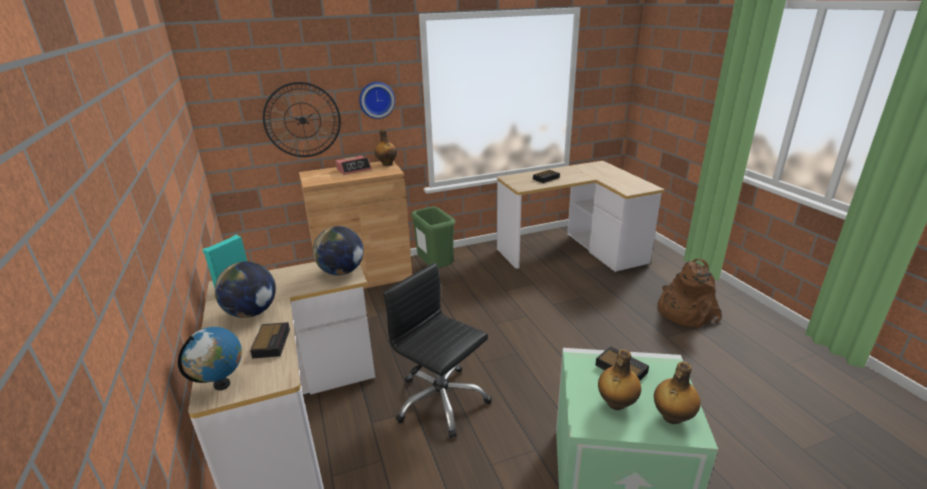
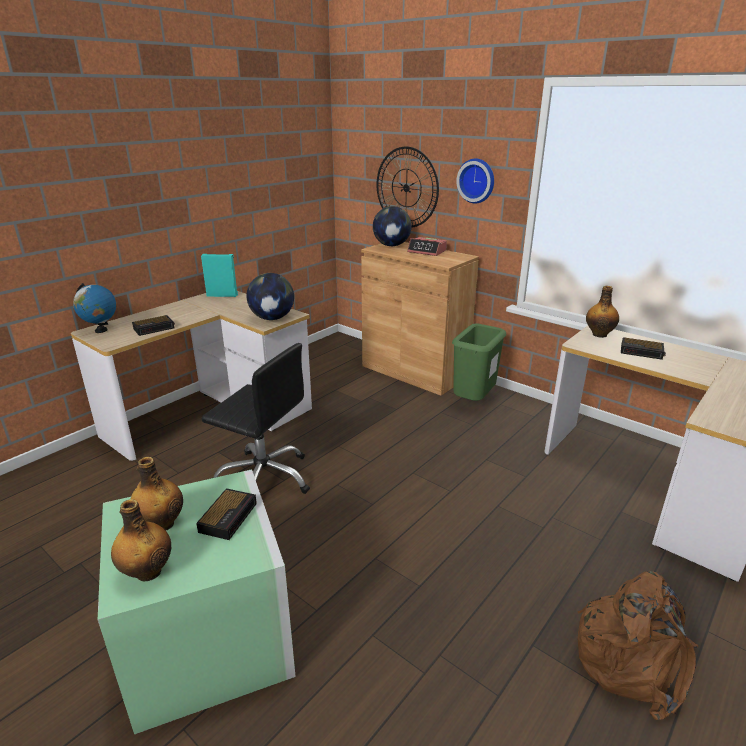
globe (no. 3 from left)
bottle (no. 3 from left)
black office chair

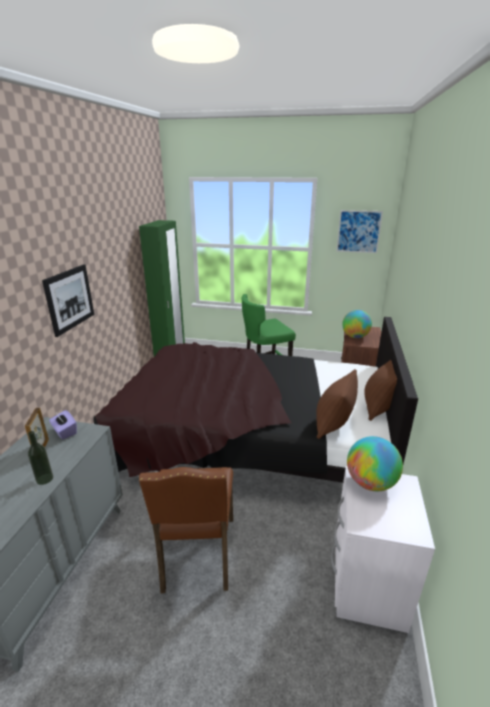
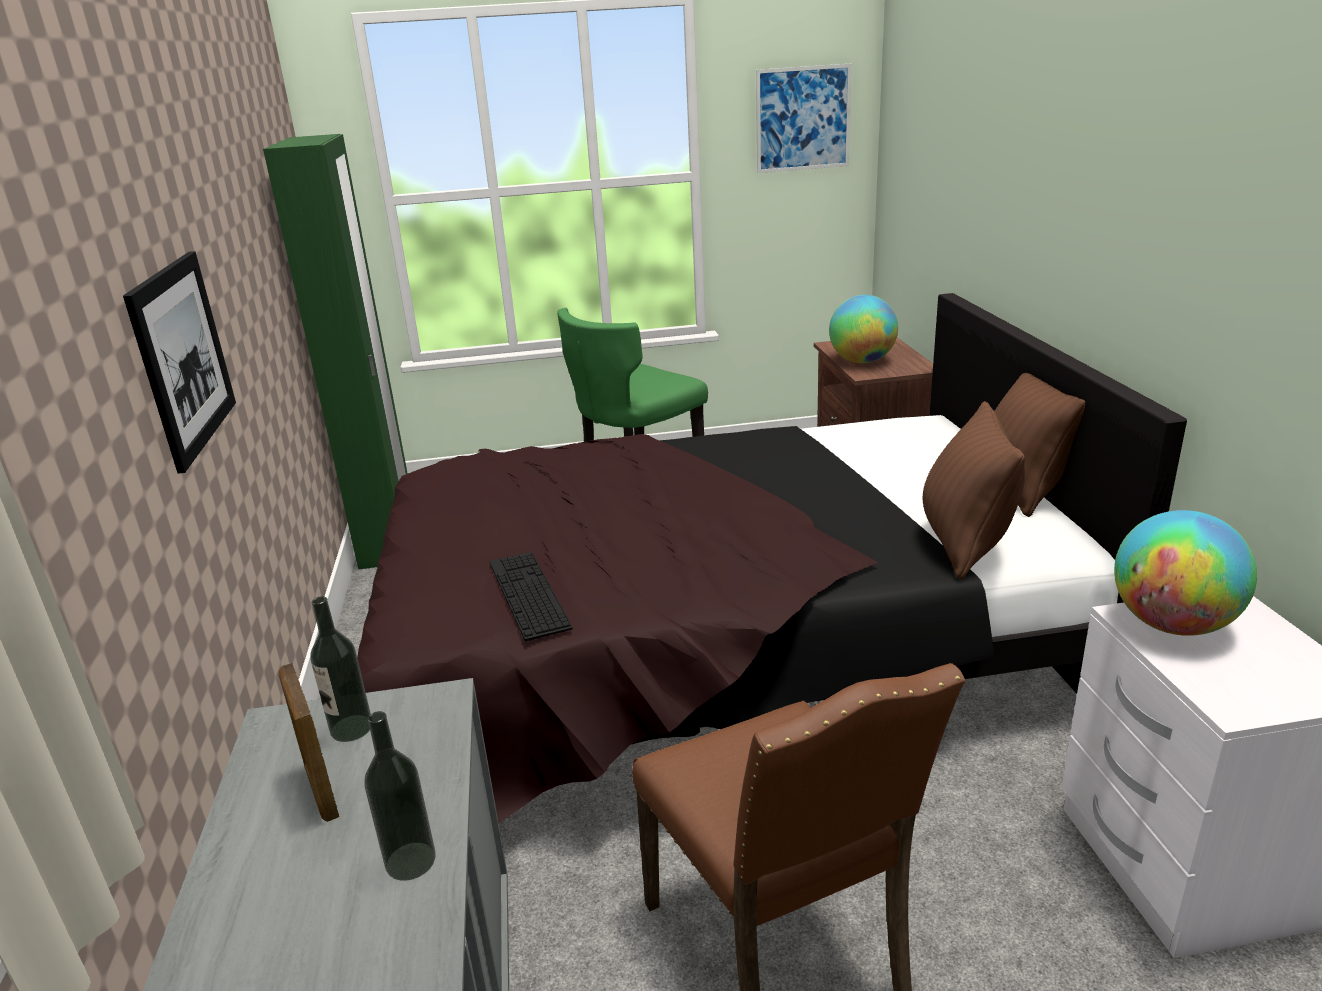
keyboard
bottle (no. 1 from left)

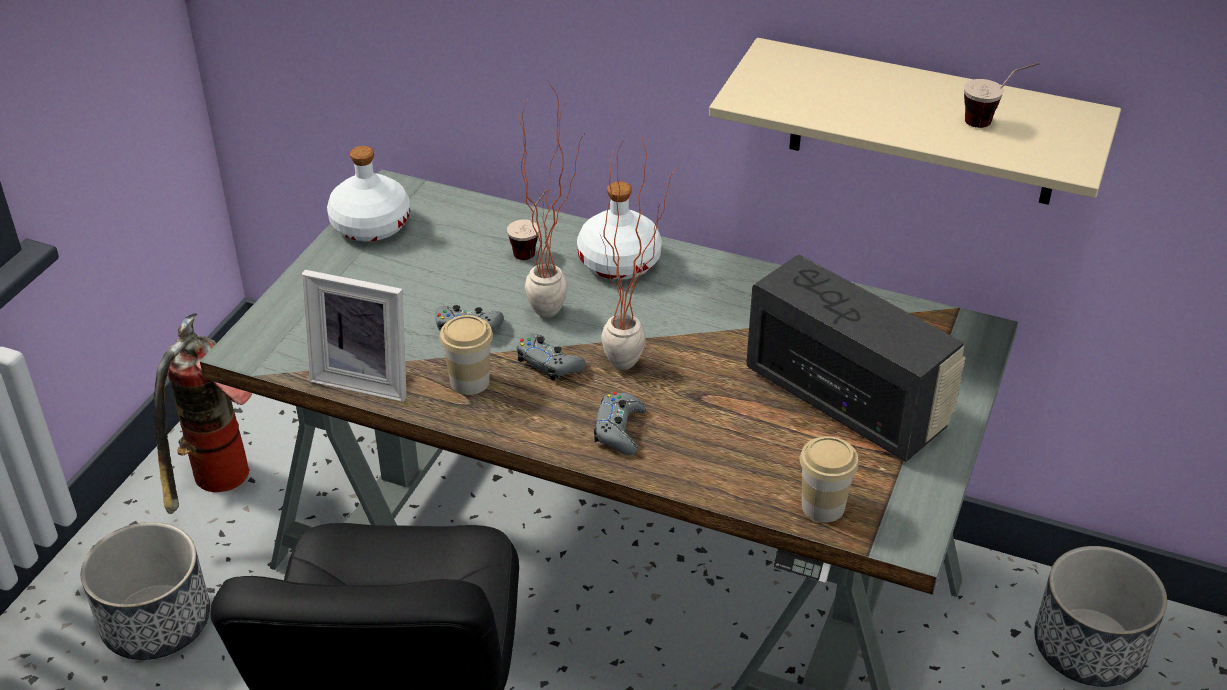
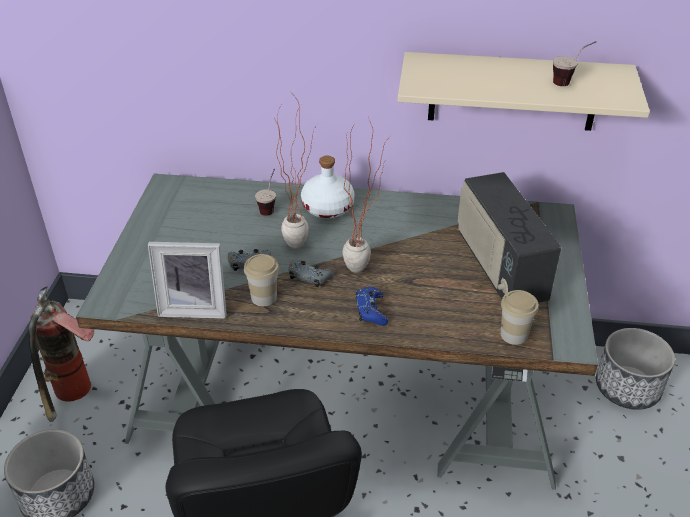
white bottle (no. 1 from left in the first image)
blue game controller
radio

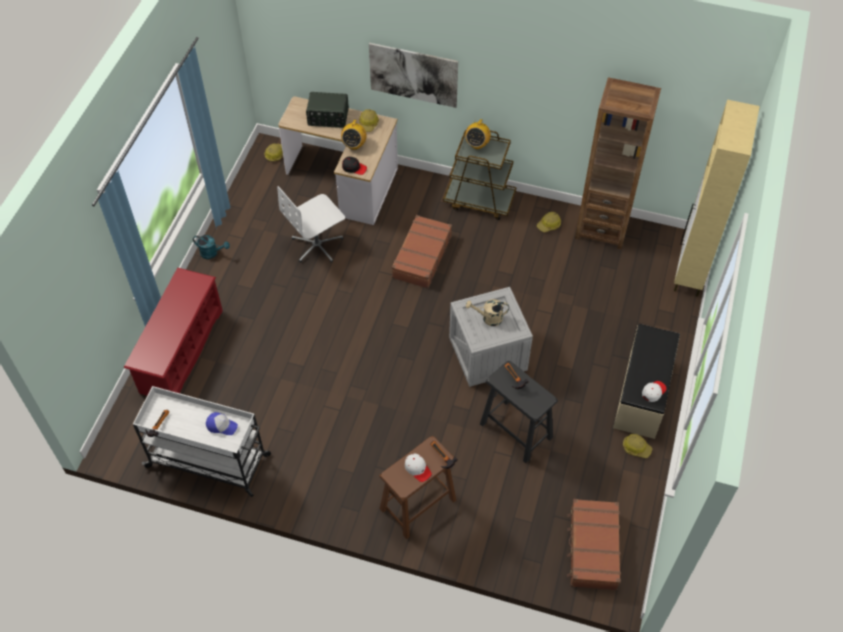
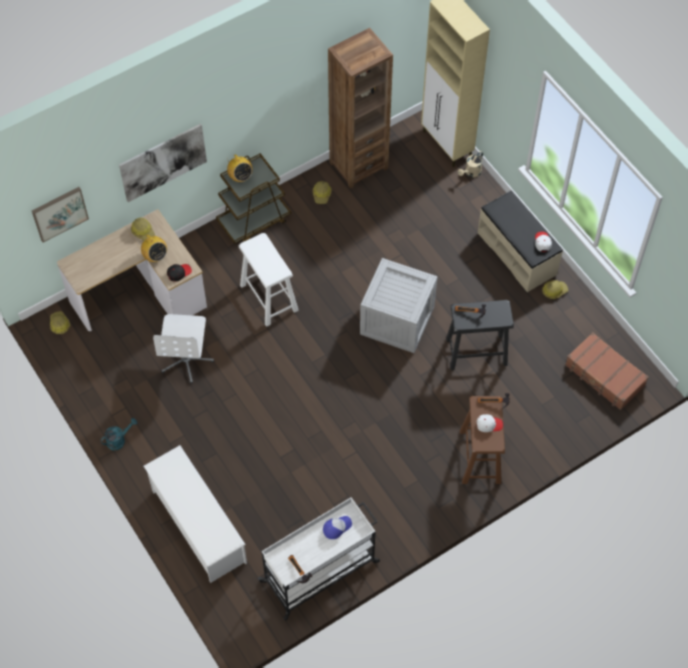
radio (no. 1 from left in the first image)
picture (no. 1 from left)
beige watering can
white stool
white shoe rack

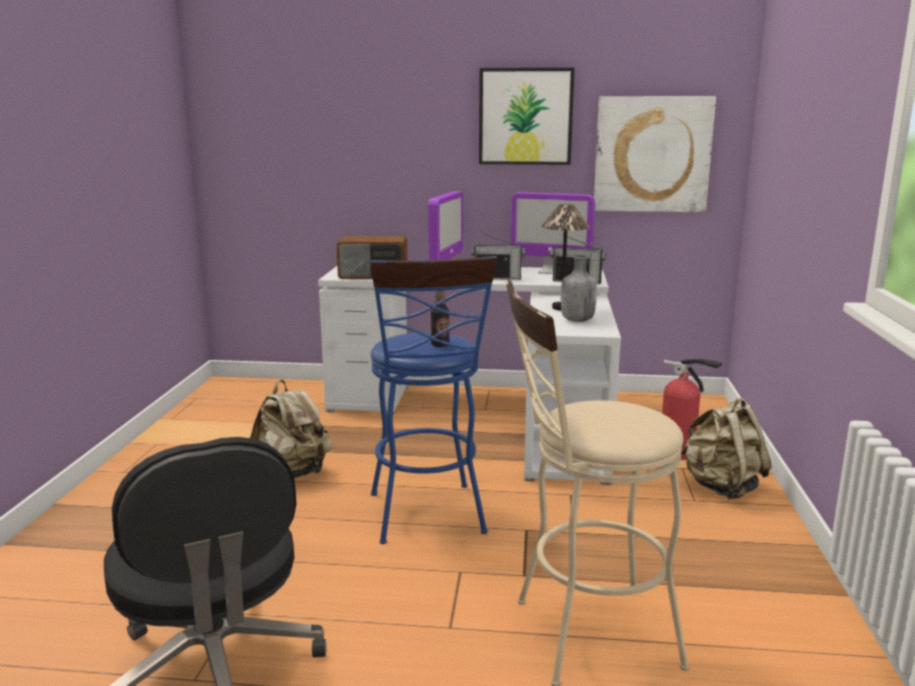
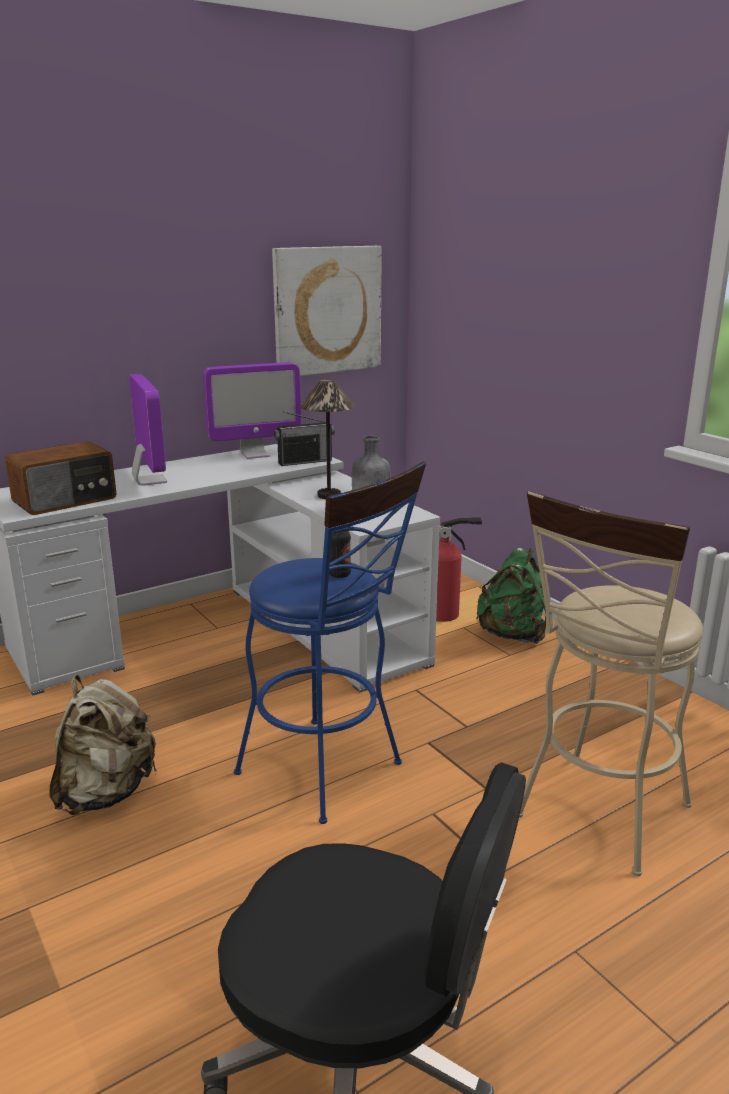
radio (no. 2 from left in the first image)
picture (no. 1 from left in the first image)
green backpack

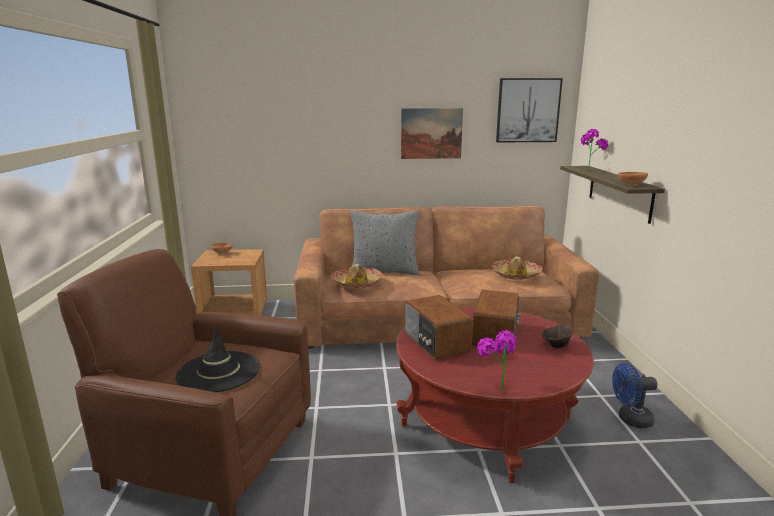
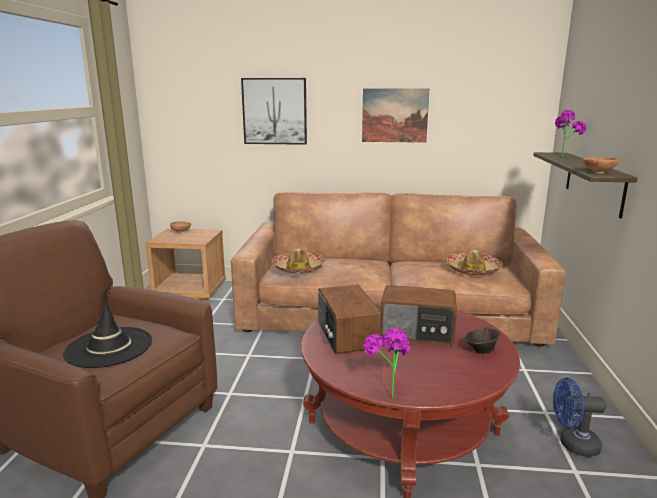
grey pillow
picture (no. 1 from left)
radio (no. 2 from left)

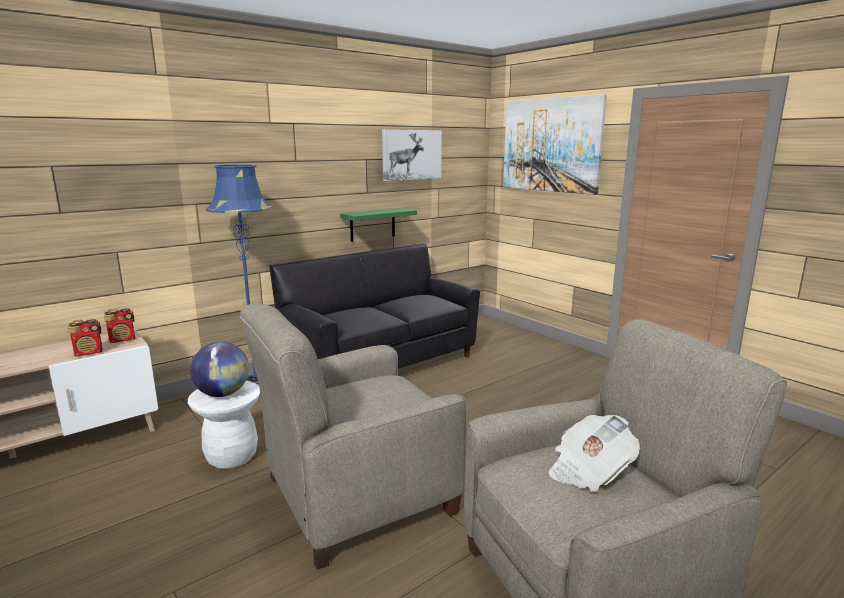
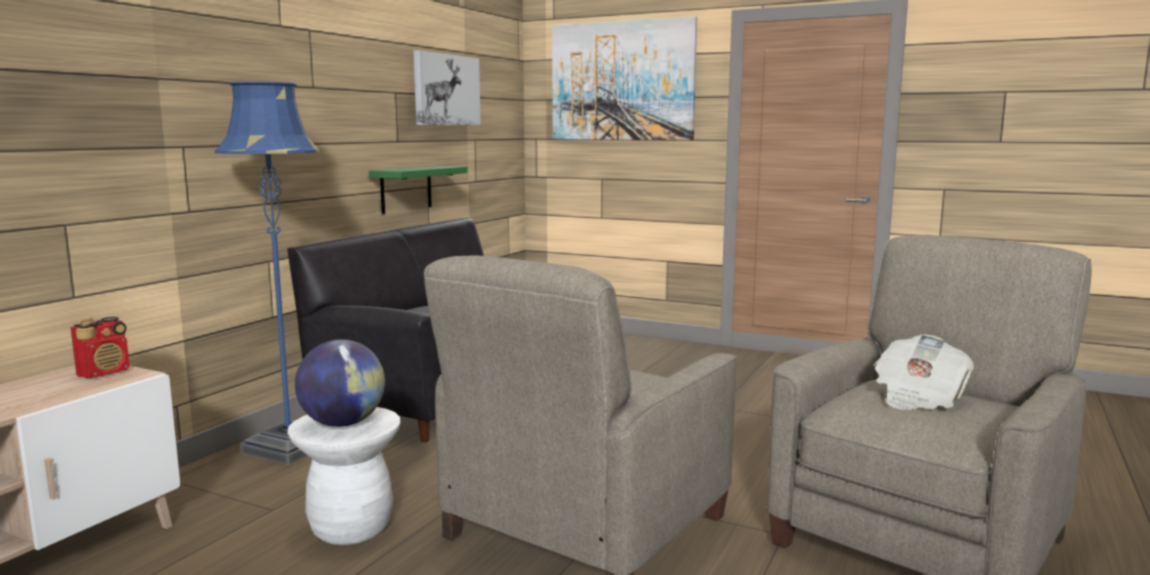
radio (no. 1 from left in the first image)

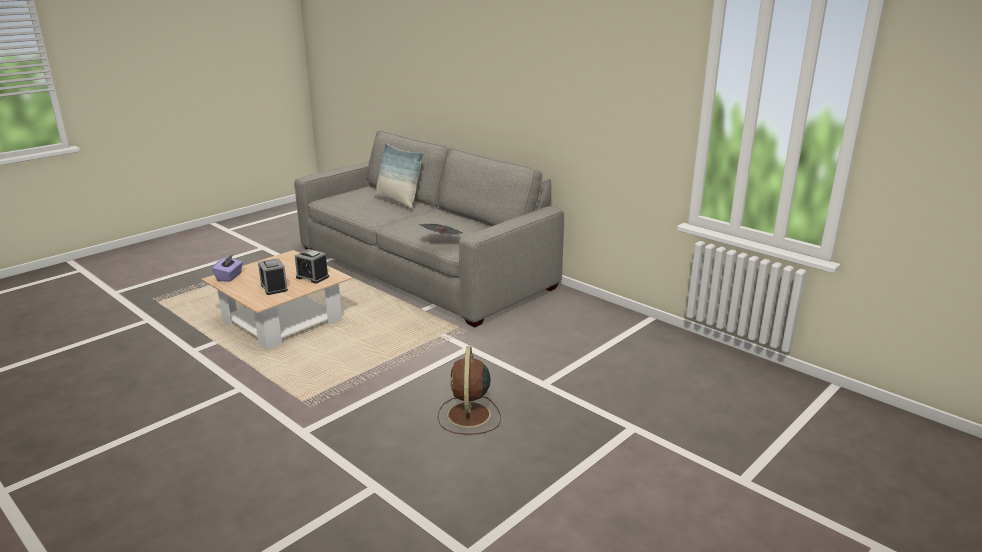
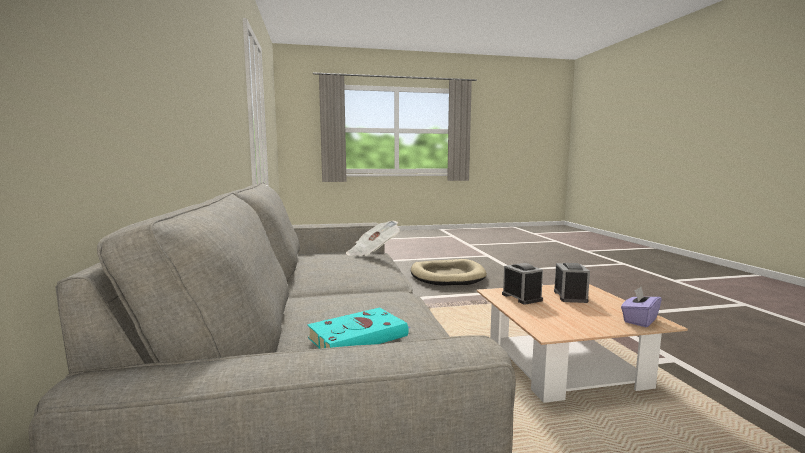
pillow
turquoise book
beige dog bed

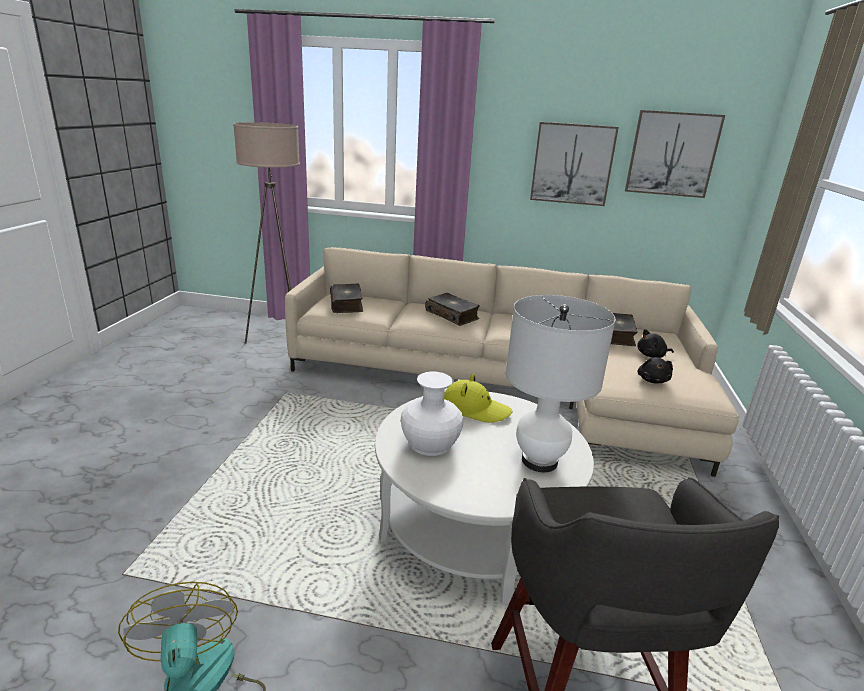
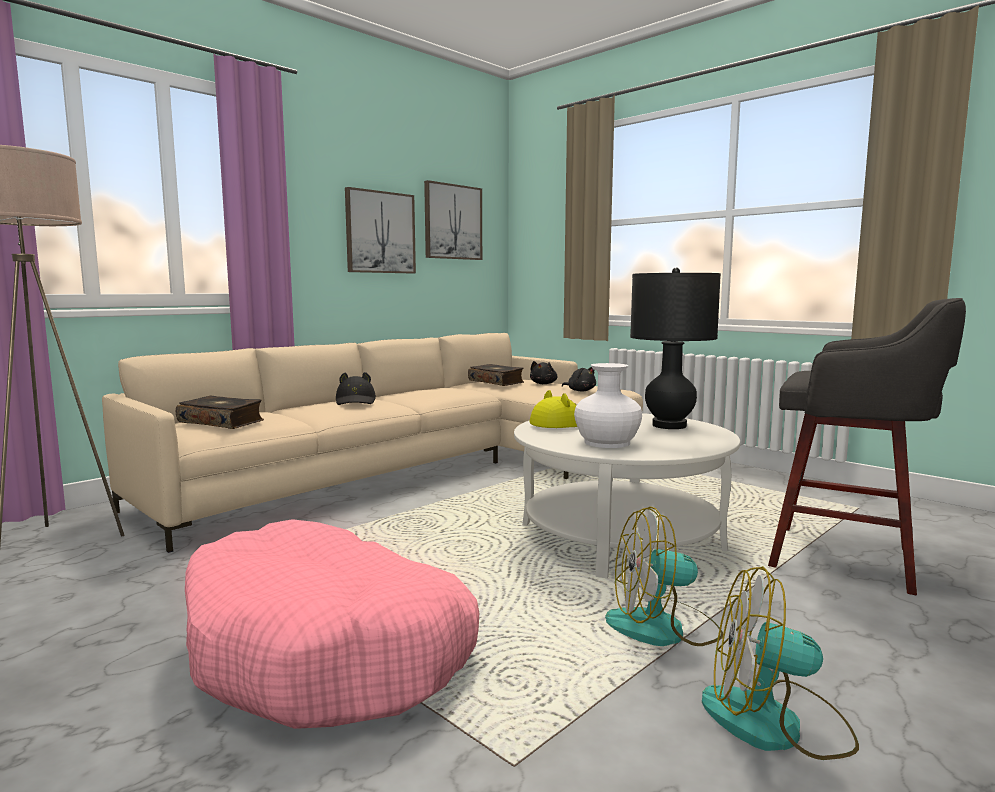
pink dog bed
fan (no. 1 from left)
black hat
black table lamp

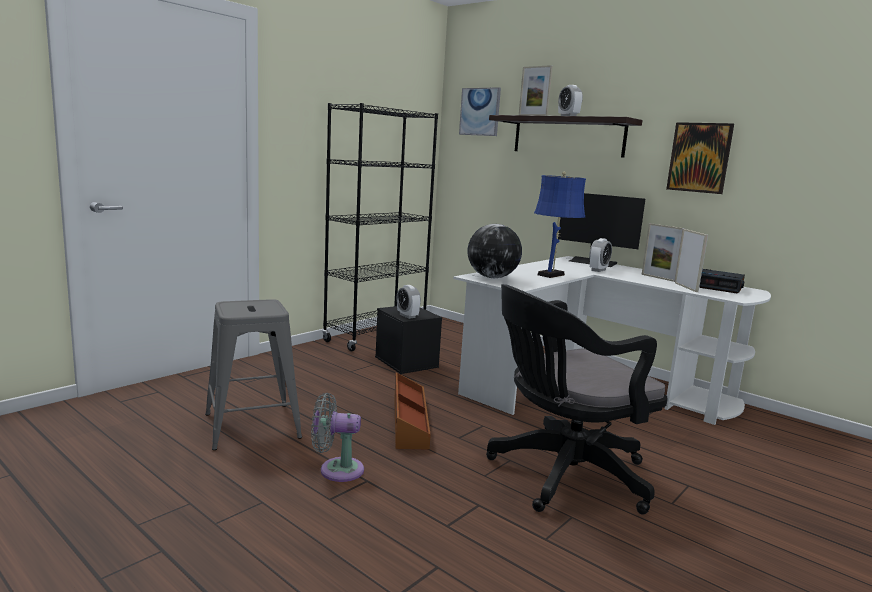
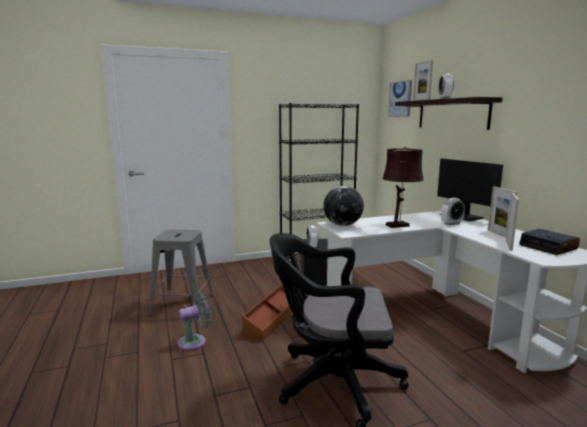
picture (no. 2 from left in the first image)
brown table lamp
grey fan

